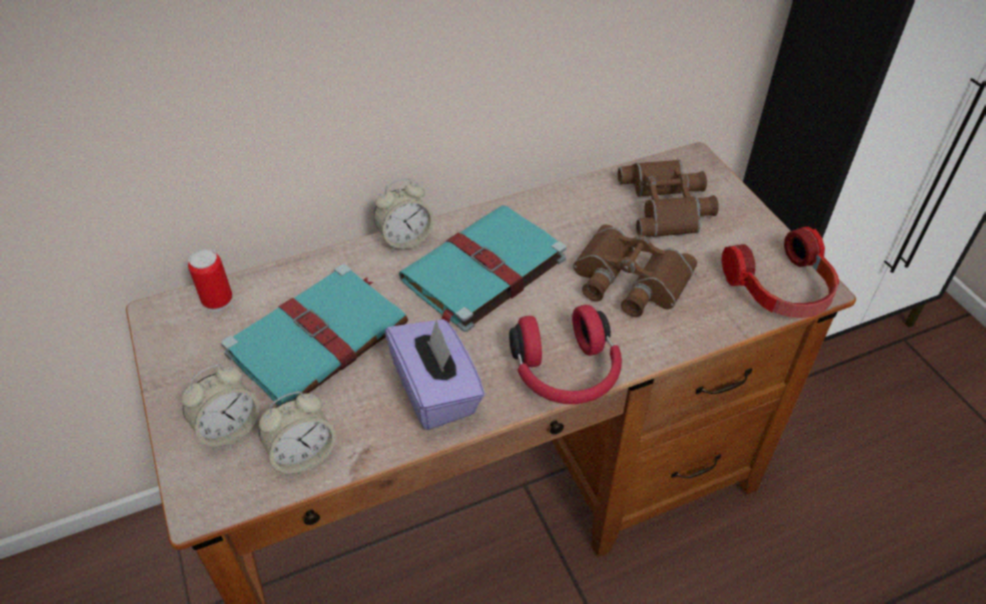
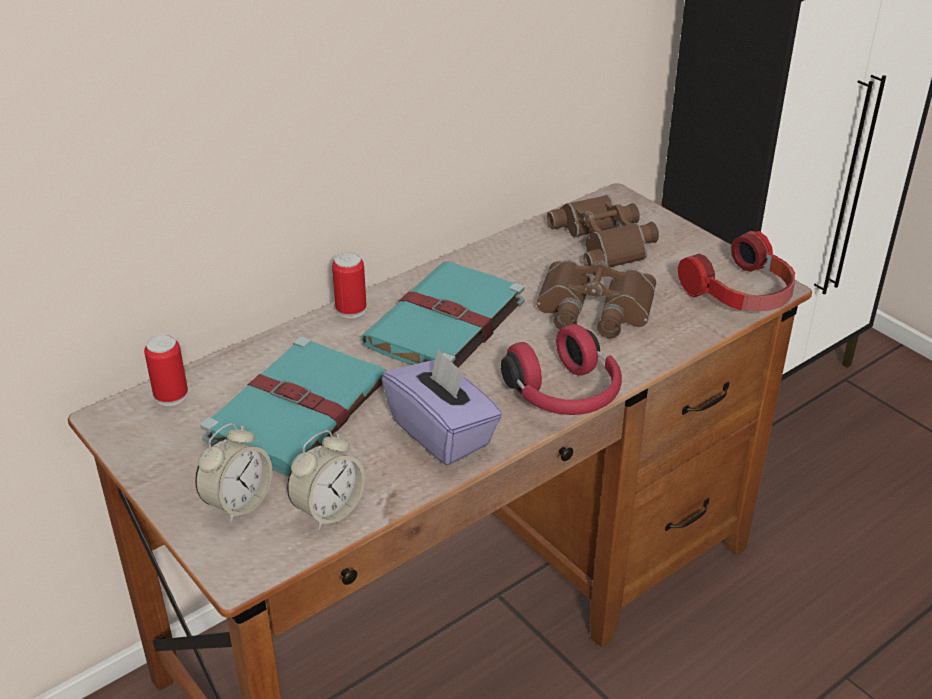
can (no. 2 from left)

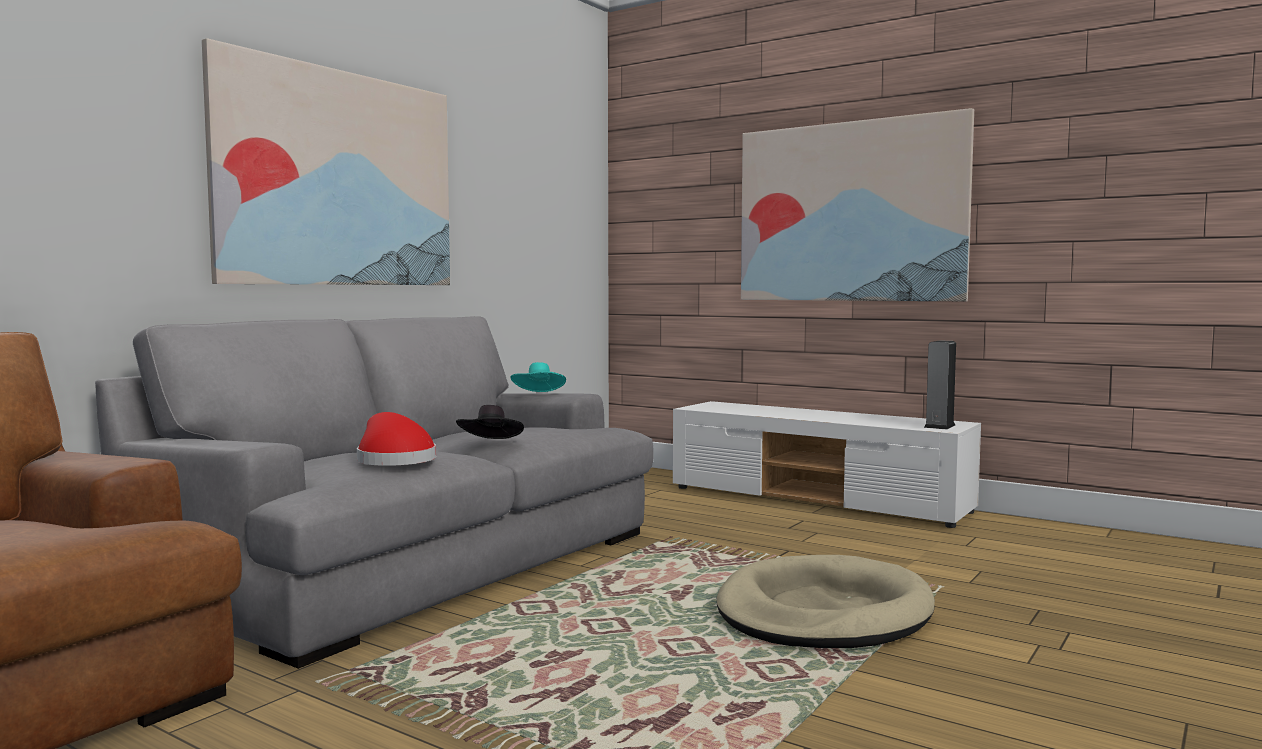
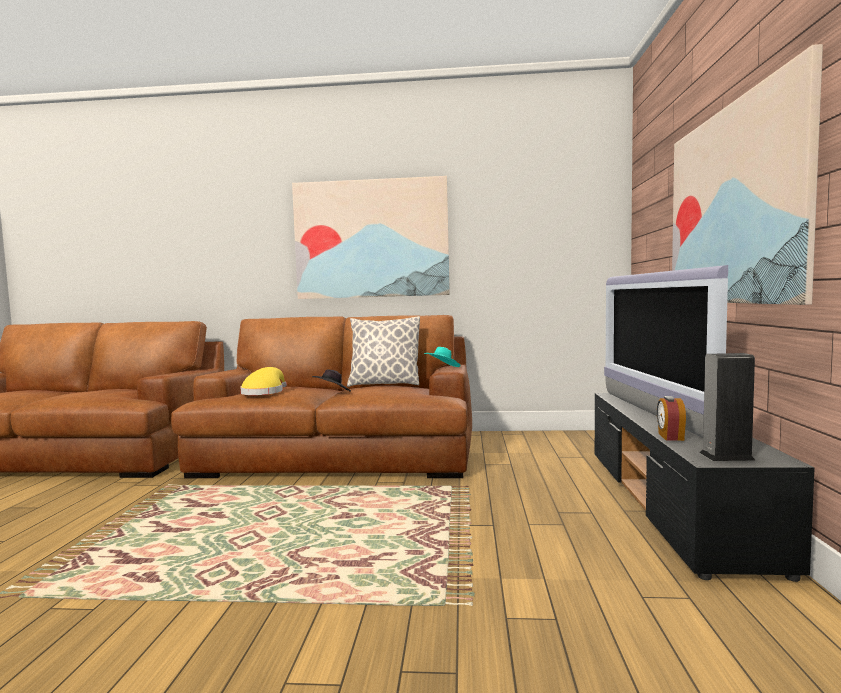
beige dog bed
pillow
television
alarm clock
brown sofa (no. 2 from left)
yellow hat
black tv stand

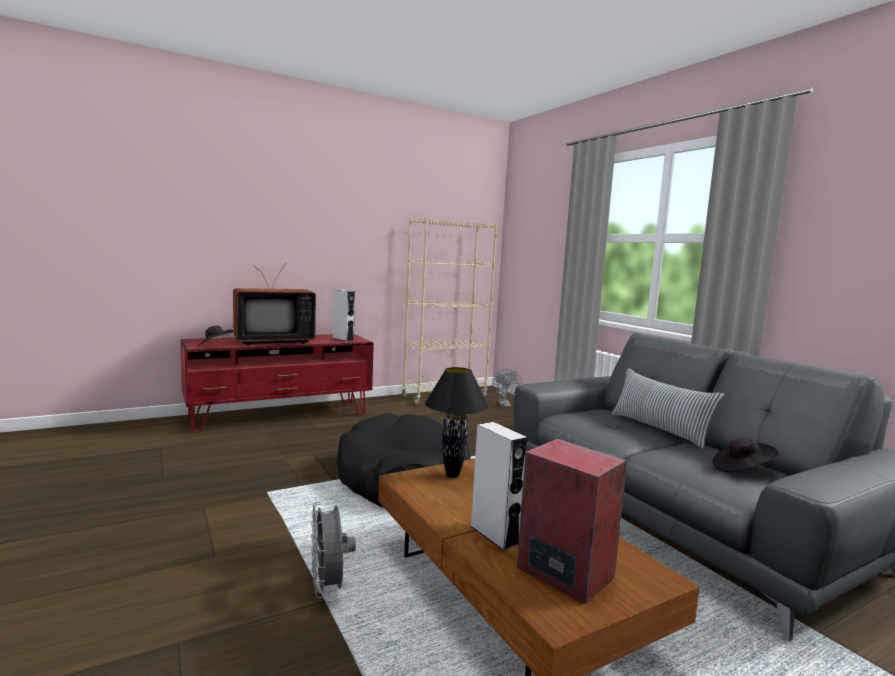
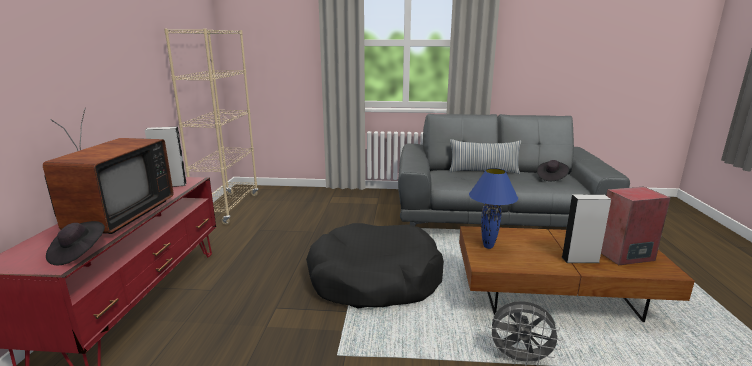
grey fan (no. 2 from left in the first image)
blue table lamp

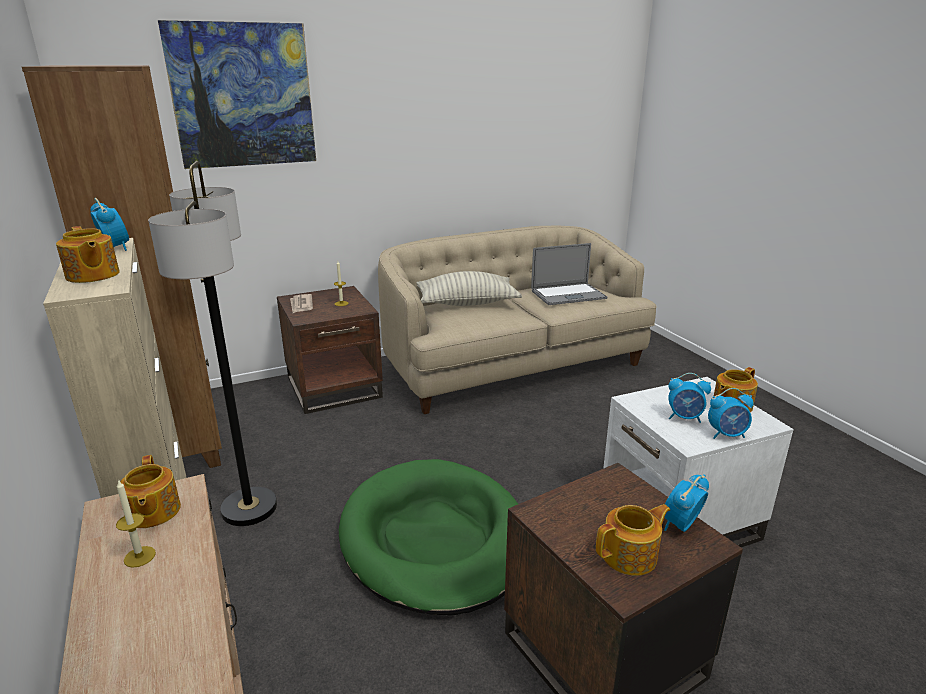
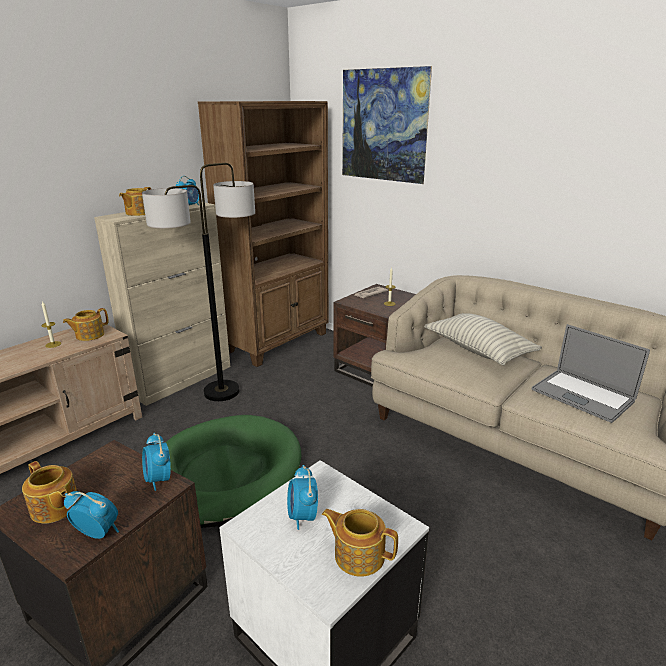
alarm clock (no. 2 from left)

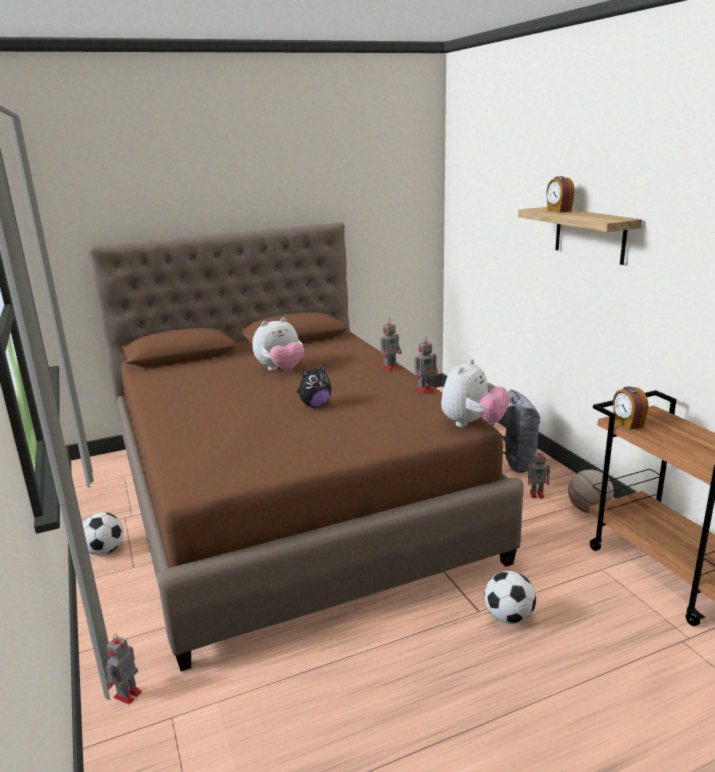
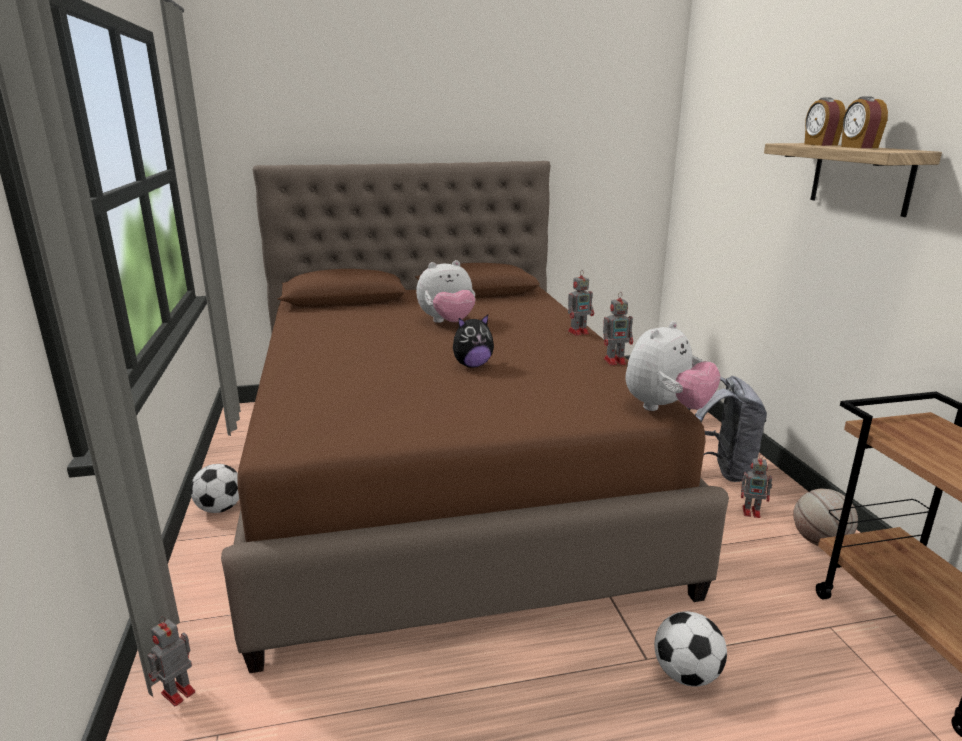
alarm clock (no. 2 from left)

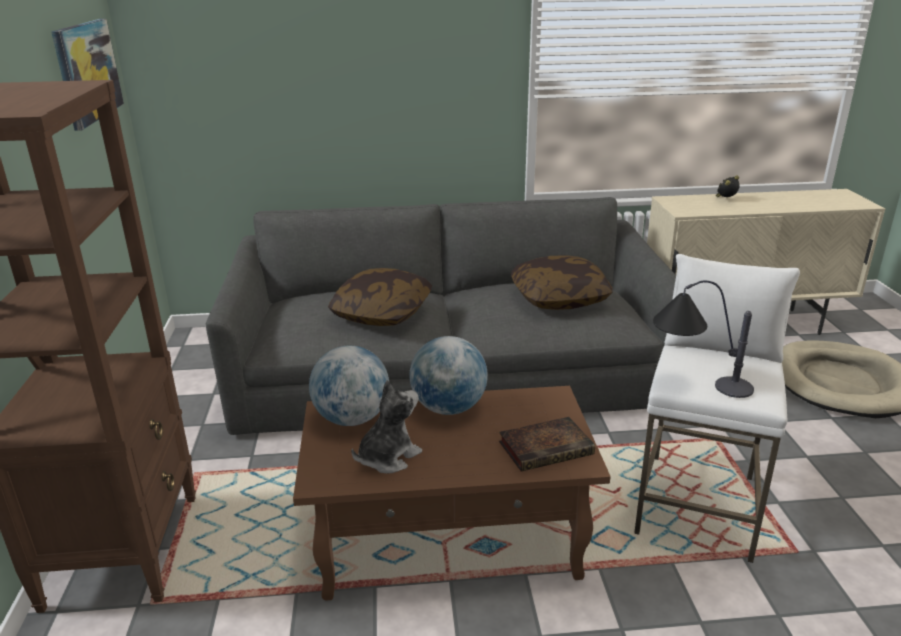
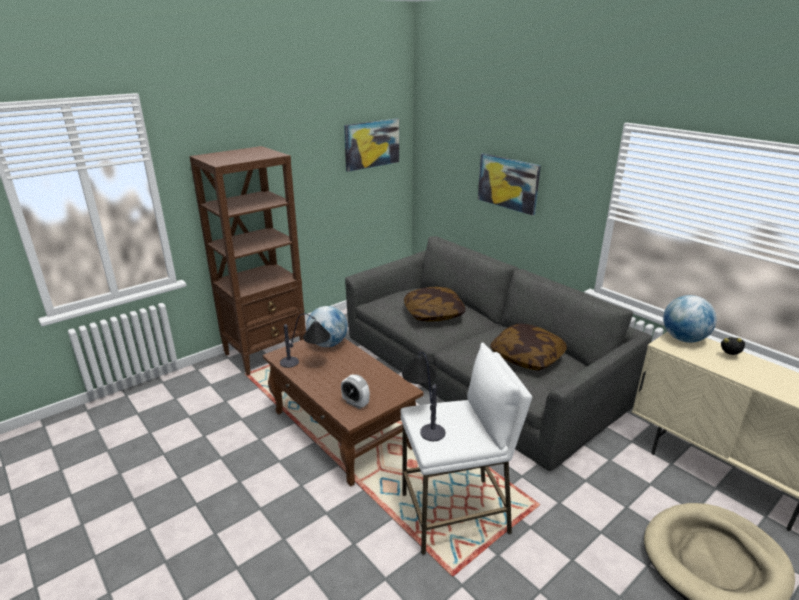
picture (no. 2 from left)
globe (no. 2 from left)
table lamp (no. 1 from left)
alarm clock (no. 1 from left)

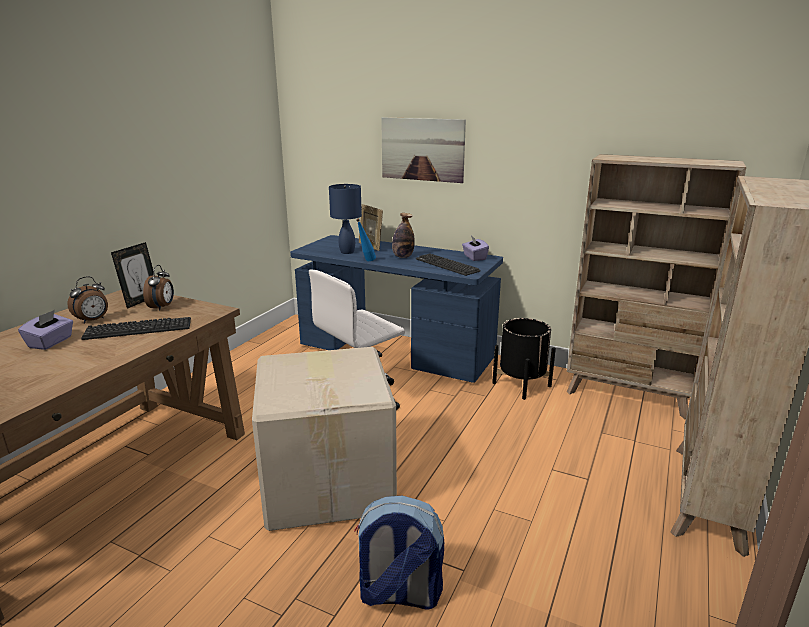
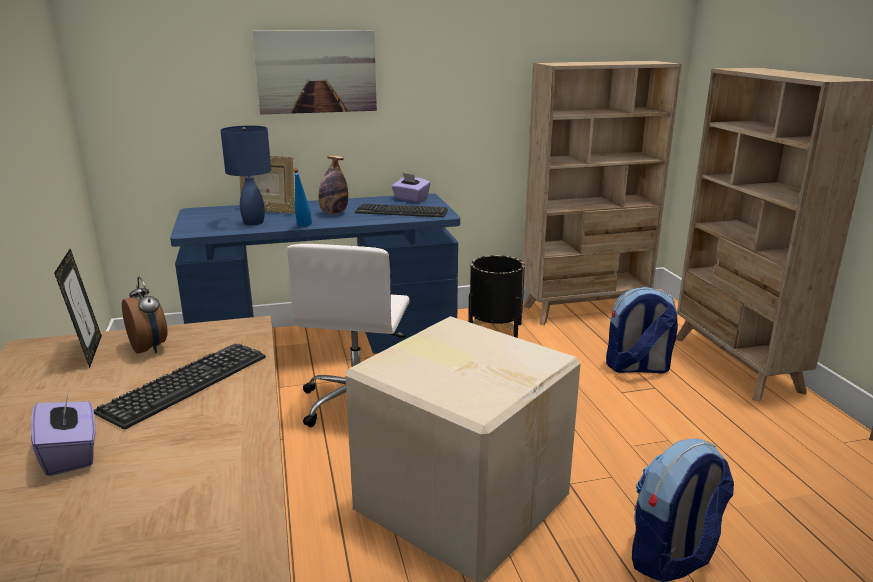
alarm clock (no. 1 from left in the first image)
backpack (no. 1 from left)

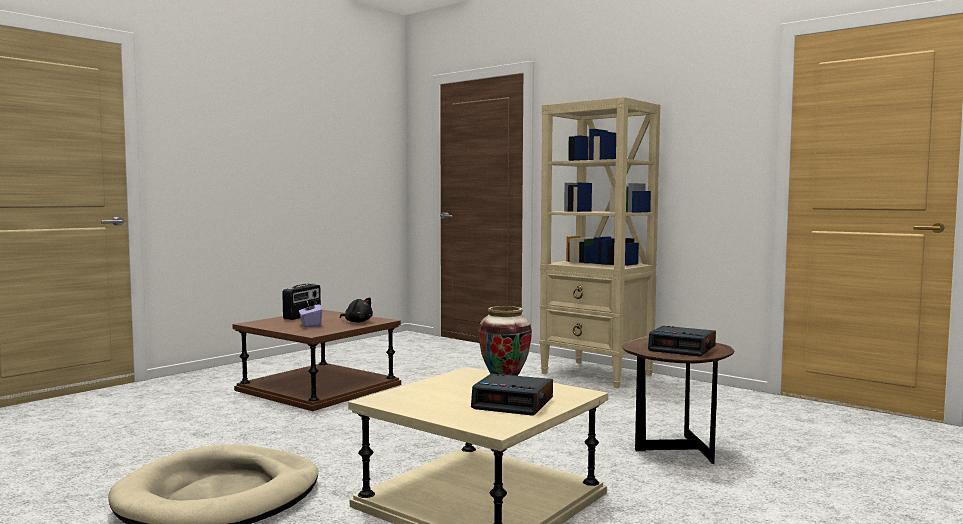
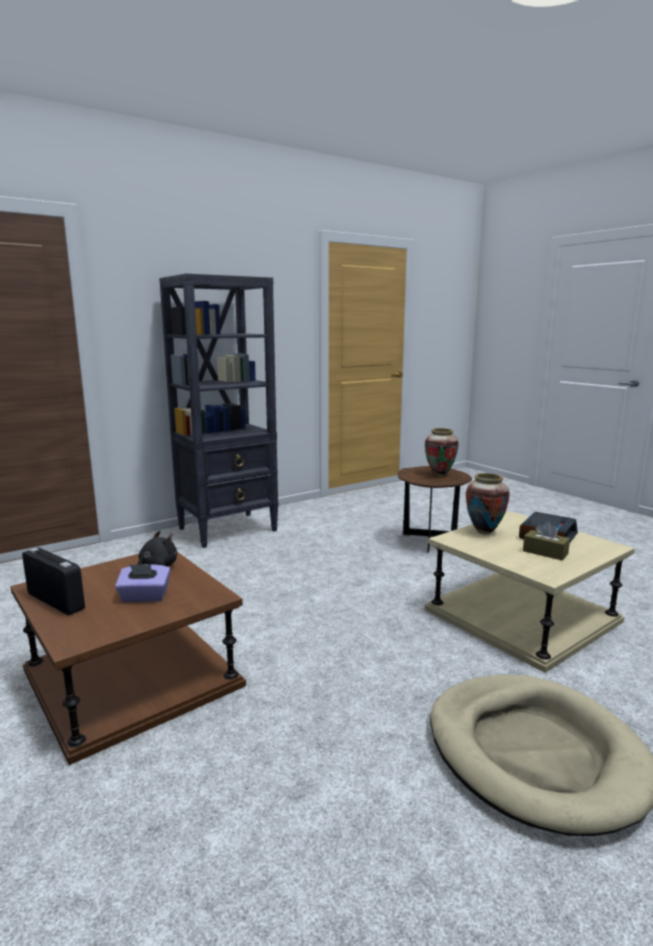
brown tissue box
vase (no. 1 from left)
black bookcase

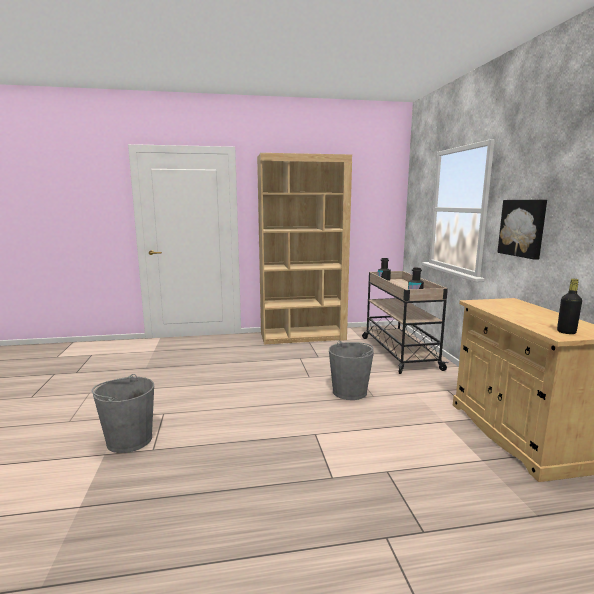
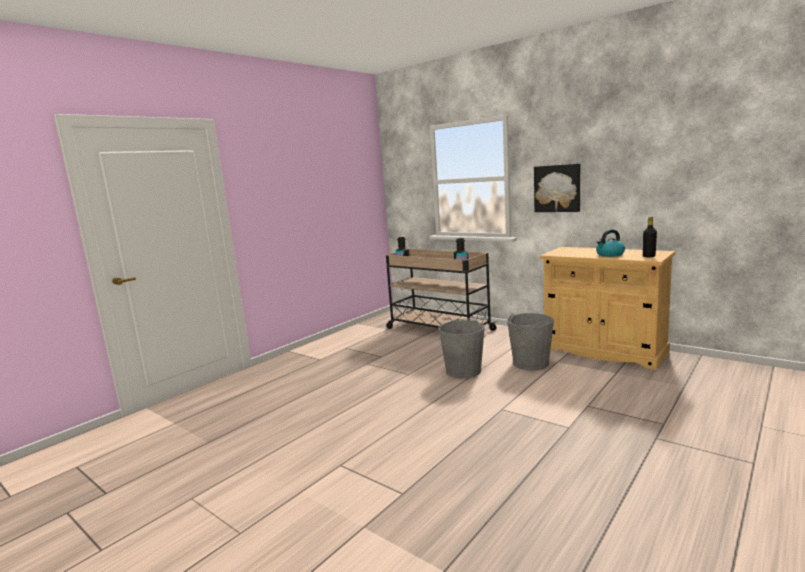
brown bookcase
kettle
grey bucket (no. 2 from left)

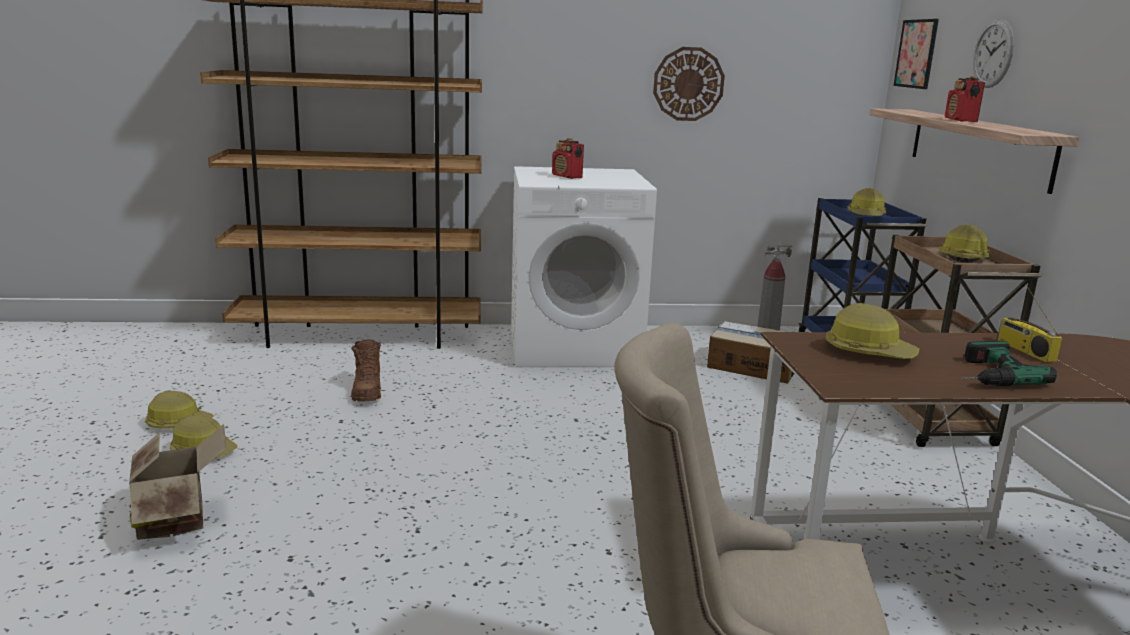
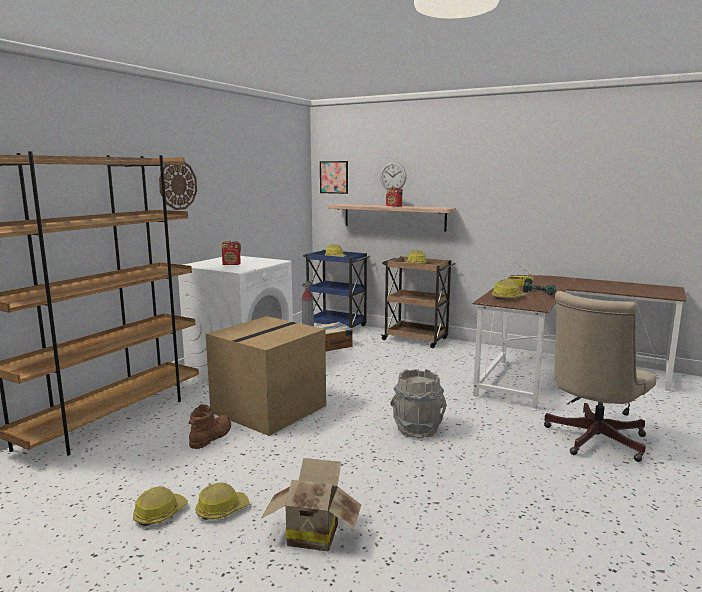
cardboard box (no. 1 from left)
grey bucket
wall clock (no. 1 from left)
brown boot

